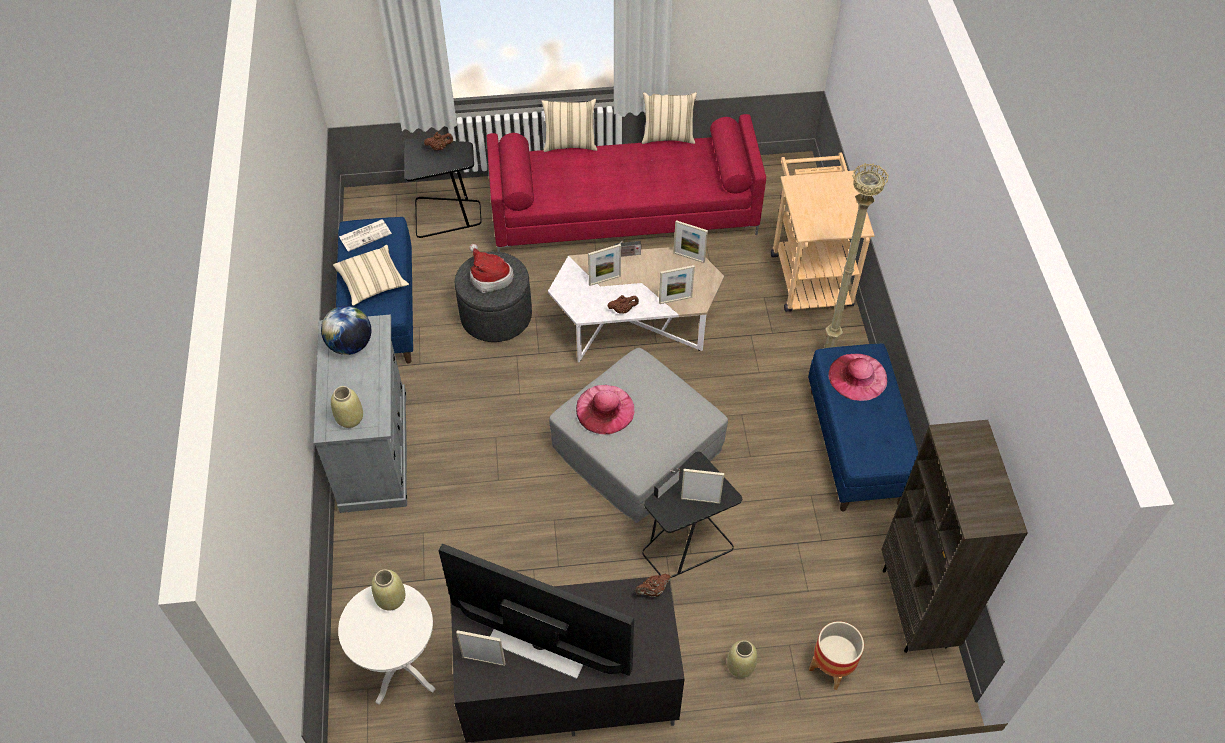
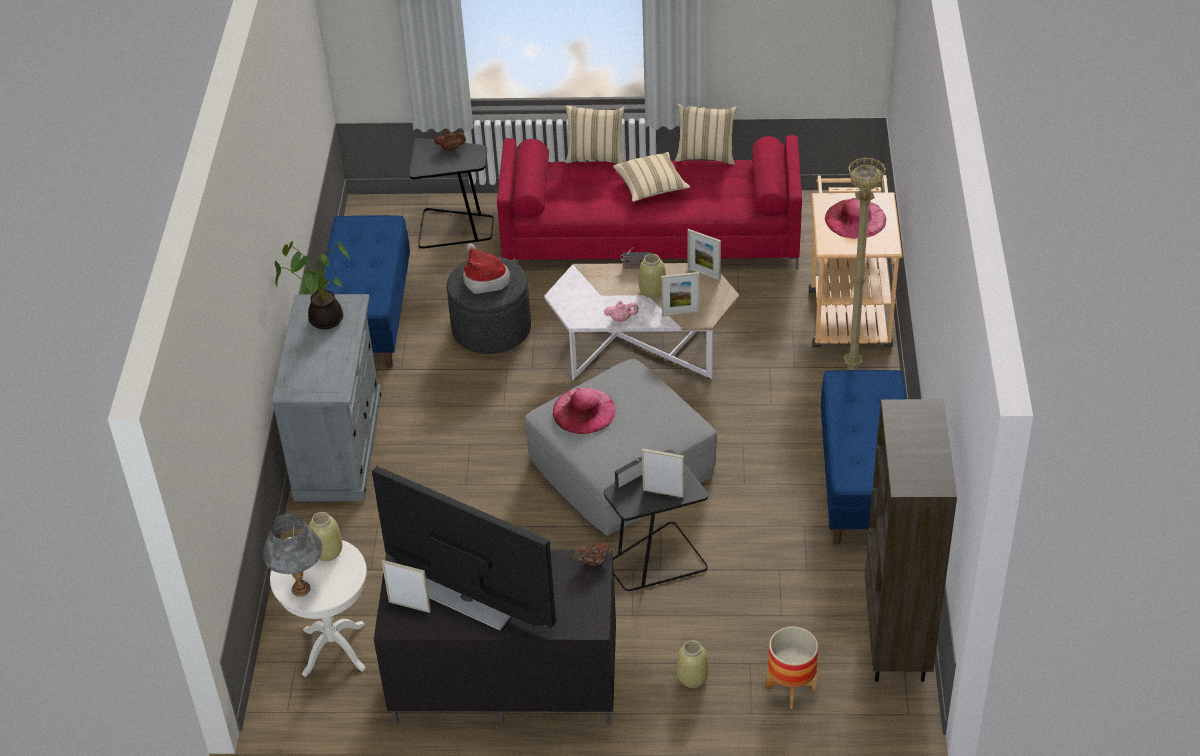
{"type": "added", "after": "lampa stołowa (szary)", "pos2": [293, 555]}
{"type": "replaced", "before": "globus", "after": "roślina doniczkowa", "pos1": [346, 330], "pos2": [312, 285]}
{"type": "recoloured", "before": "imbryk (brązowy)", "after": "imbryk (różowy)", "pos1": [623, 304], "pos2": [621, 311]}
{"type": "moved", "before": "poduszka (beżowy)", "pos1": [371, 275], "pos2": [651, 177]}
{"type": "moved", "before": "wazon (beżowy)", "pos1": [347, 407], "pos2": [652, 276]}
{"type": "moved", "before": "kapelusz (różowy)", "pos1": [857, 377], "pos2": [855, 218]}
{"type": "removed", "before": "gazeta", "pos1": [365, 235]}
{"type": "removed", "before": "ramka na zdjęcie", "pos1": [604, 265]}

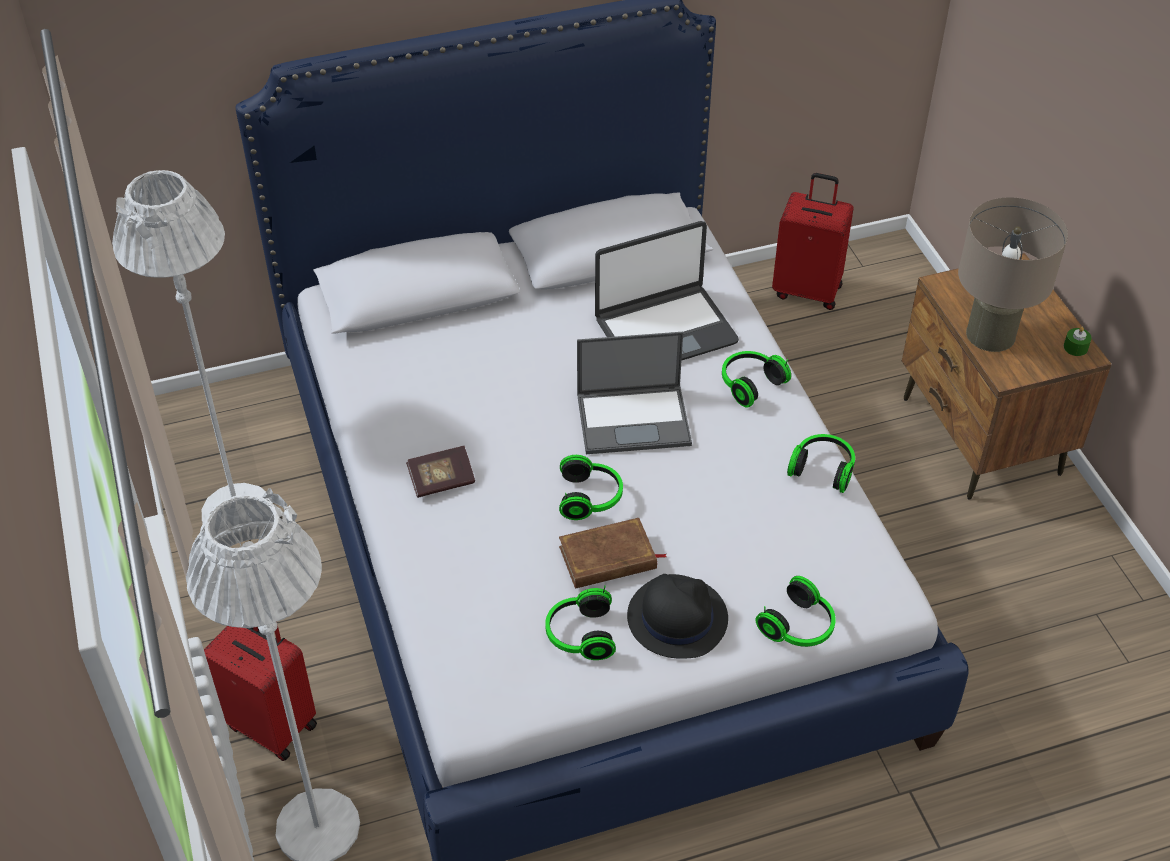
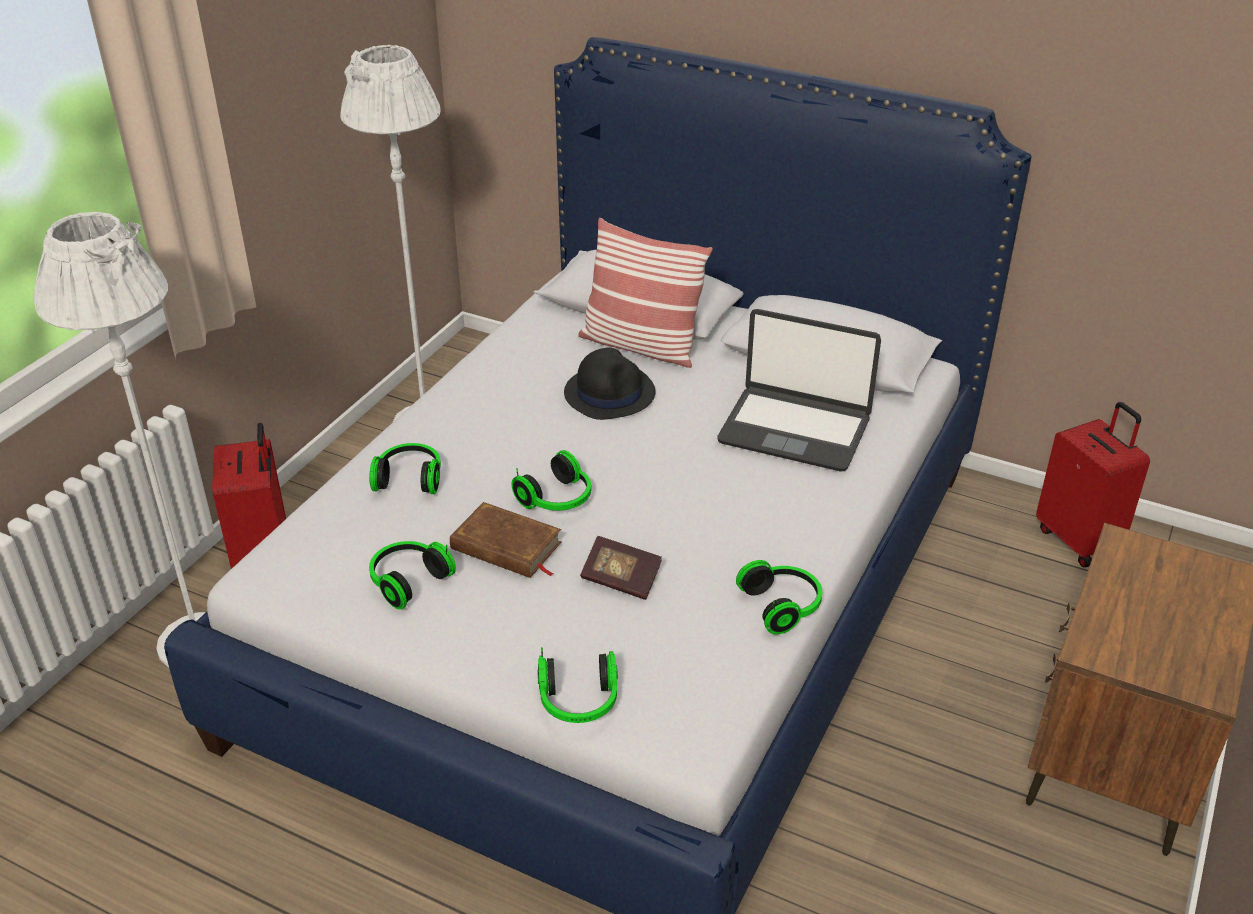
{"type": "moved", "before": "słuchawki", "pos1": [756, 379], "pos2": [405, 468]}
{"type": "moved", "before": "kapelusz (czarny)", "pos1": [677, 616], "pos2": [609, 384]}
{"type": "added", "after": "poduszka", "pos2": [645, 293]}
{"type": "moved", "before": "książka", "pos1": [440, 472], "pos2": [621, 568]}
{"type": "removed", "before": "laptop", "pos1": [634, 393]}
{"type": "removed", "before": "lampa stołowa (beżowy)", "pos1": [1013, 274]}
{"type": "removed", "before": "świeca (zielony)", "pos1": [1078, 341]}

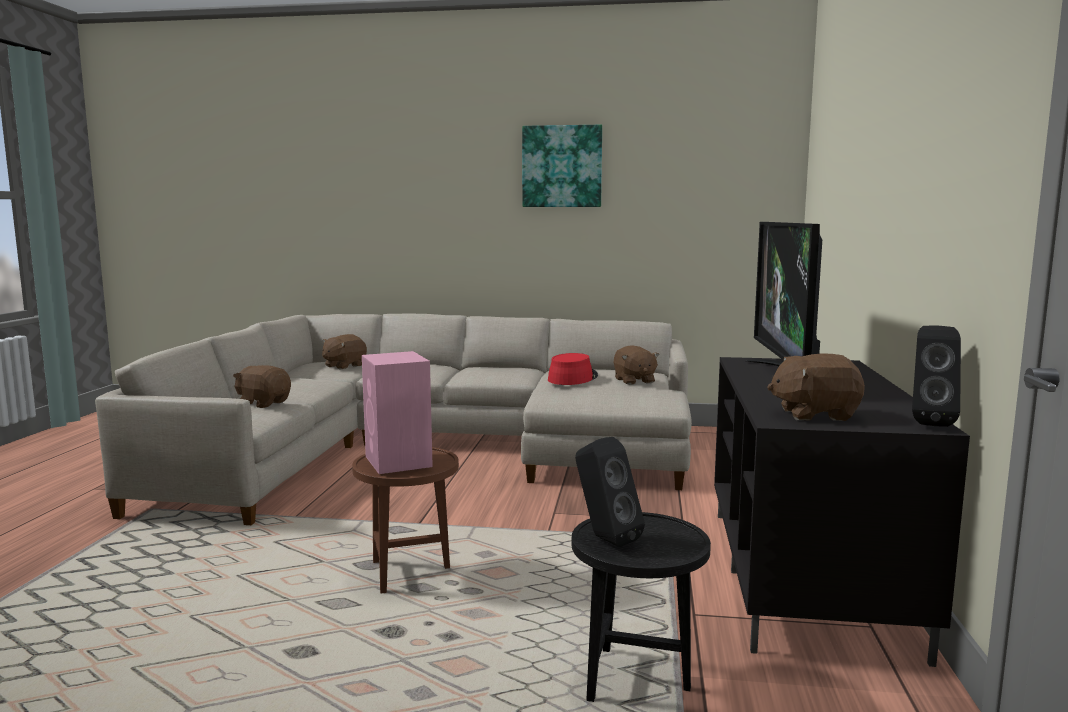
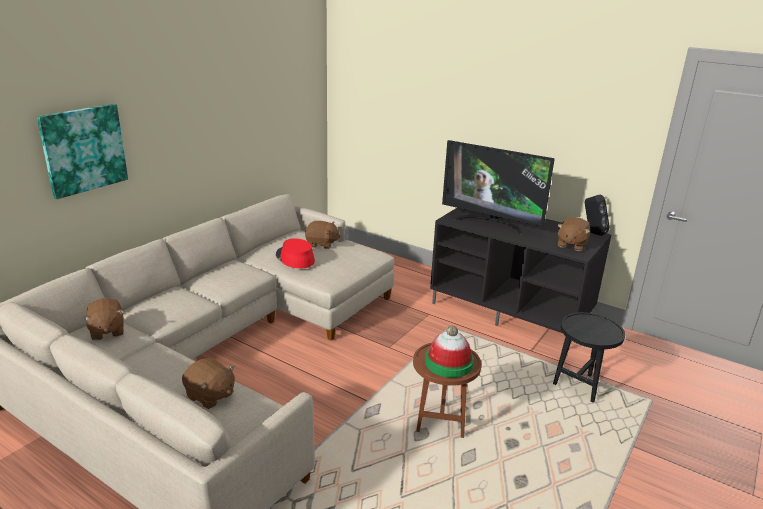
{"type": "moved", "before": "obraz", "pos1": [562, 166], "pos2": [82, 151]}
{"type": "turned", "before": "pluszak (brązowy)", "pos1": [262, 386], "pos2": [208, 383], "turn": -105}
{"type": "replaced", "before": "głośnik (różowy)", "after": "kapelusz", "pos1": [397, 412], "pos2": [449, 352]}
{"type": "removed", "before": "głośnik (czarny)", "pos1": [610, 492]}

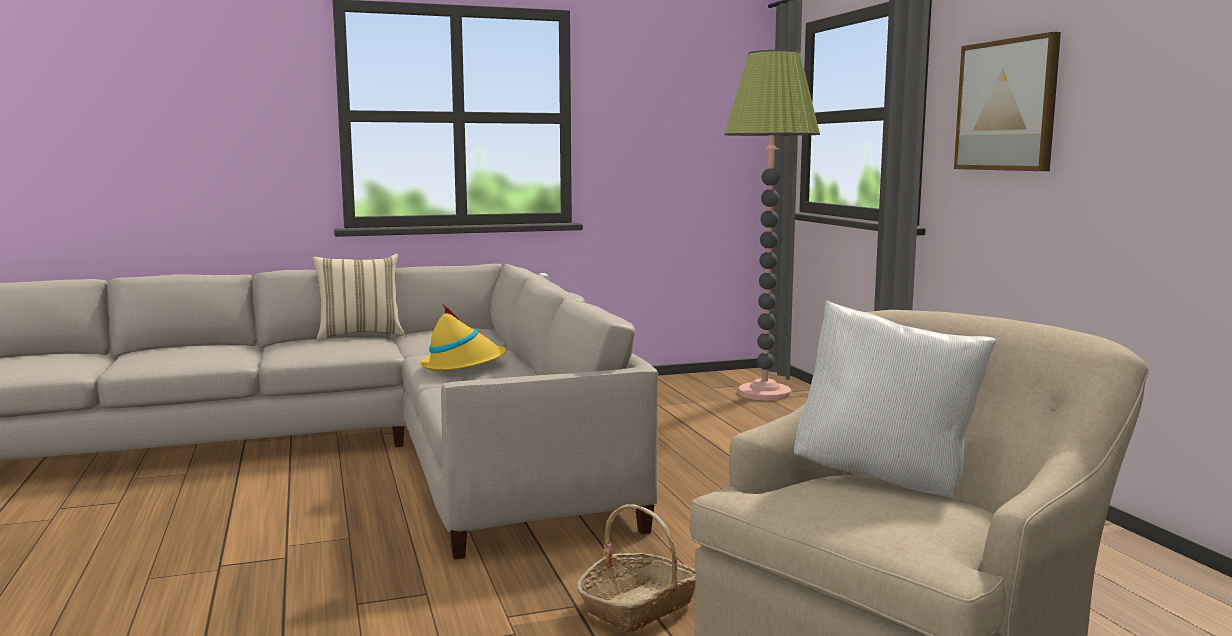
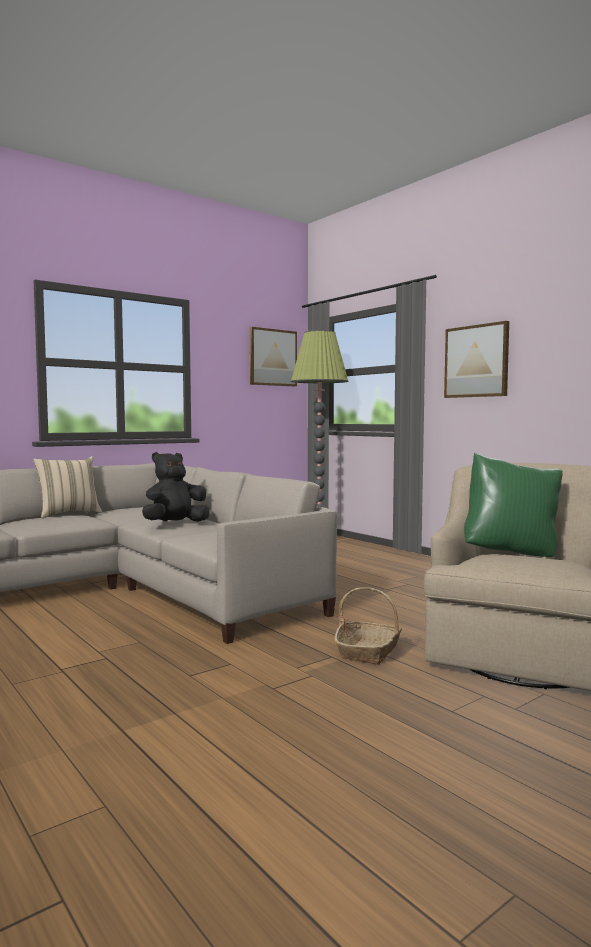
{"type": "replaced", "before": "kapelusz (żółty)", "after": "pluszak (czarny)", "pos1": [463, 337], "pos2": [175, 487]}
{"type": "added", "after": "obraz", "pos2": [273, 356]}
{"type": "recoloured", "before": "poduszka (biały)", "after": "poduszka (zielony)", "pos1": [895, 398], "pos2": [513, 505]}

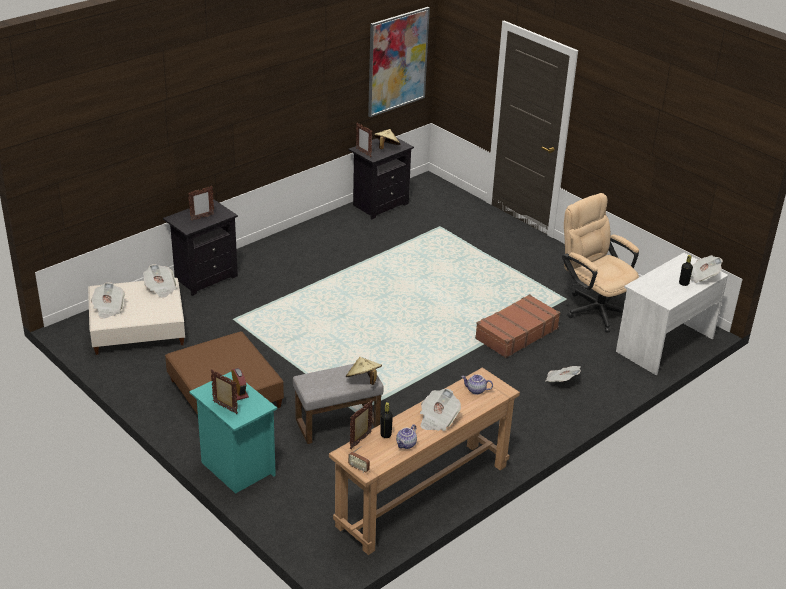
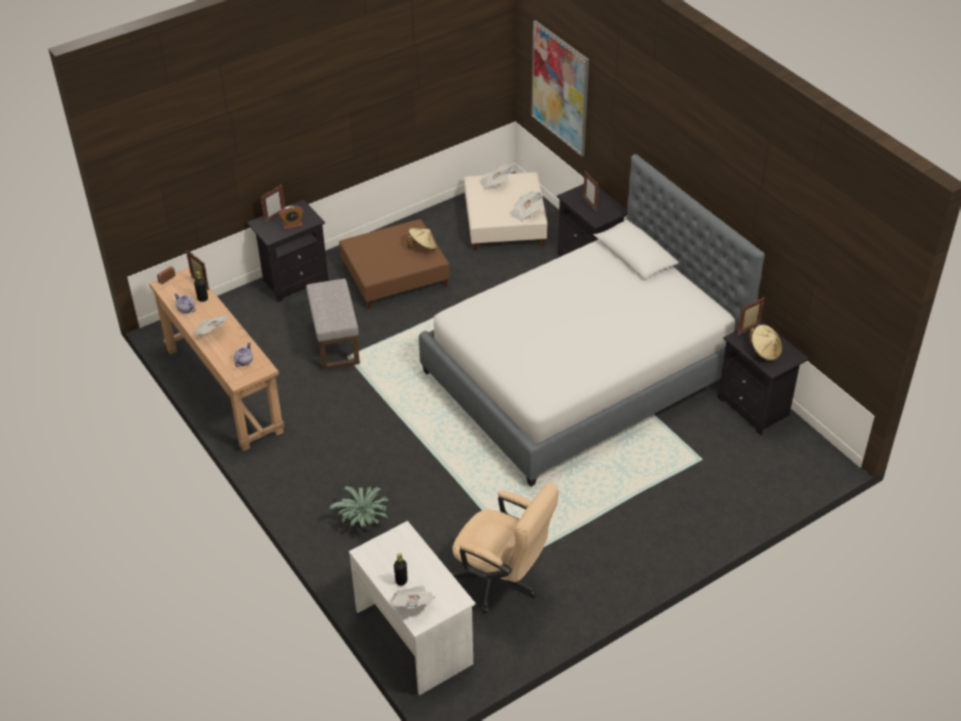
{"type": "recoloured", "before": "szafka nocna (turkusowy)", "after": "szafka nocna (czarny)", "pos1": [233, 433], "pos2": [288, 251]}
{"type": "replaced", "before": "gazeta", "after": "roślina doniczkowa", "pos1": [563, 374], "pos2": [359, 507]}
{"type": "moved", "before": "kapelusz (beżowy)", "pos1": [364, 371], "pos2": [422, 239]}
{"type": "added", "after": "łóżko", "pos2": [592, 320]}
{"type": "turned", "before": "krzesło biurowe (beżowy)", "pos1": [600, 262], "pos2": [505, 548], "turn": 60}
{"type": "moved", "before": "obraz", "pos1": [399, 62], "pos2": [560, 88]}
{"type": "removed", "before": "walizka (brązowy)", "pos1": [517, 326]}

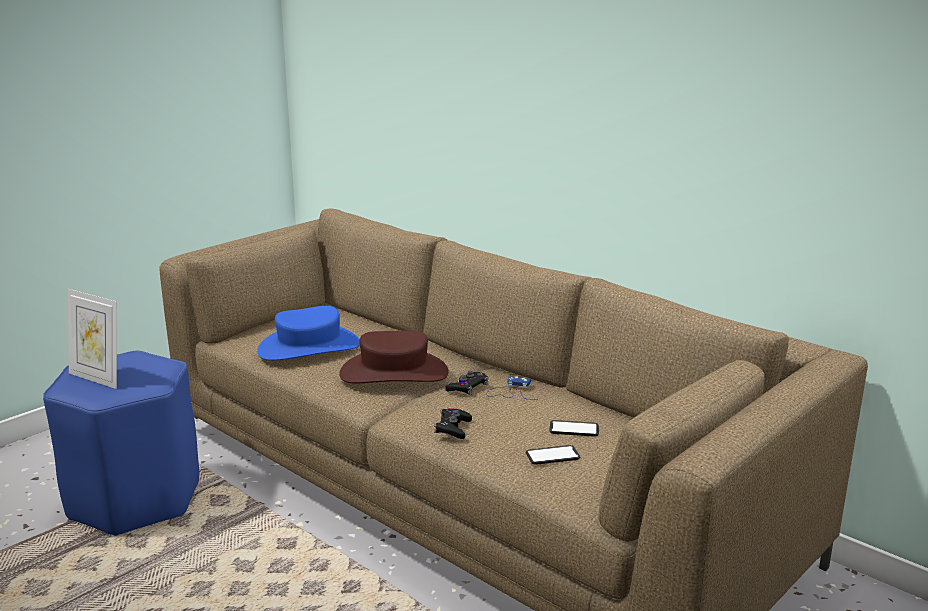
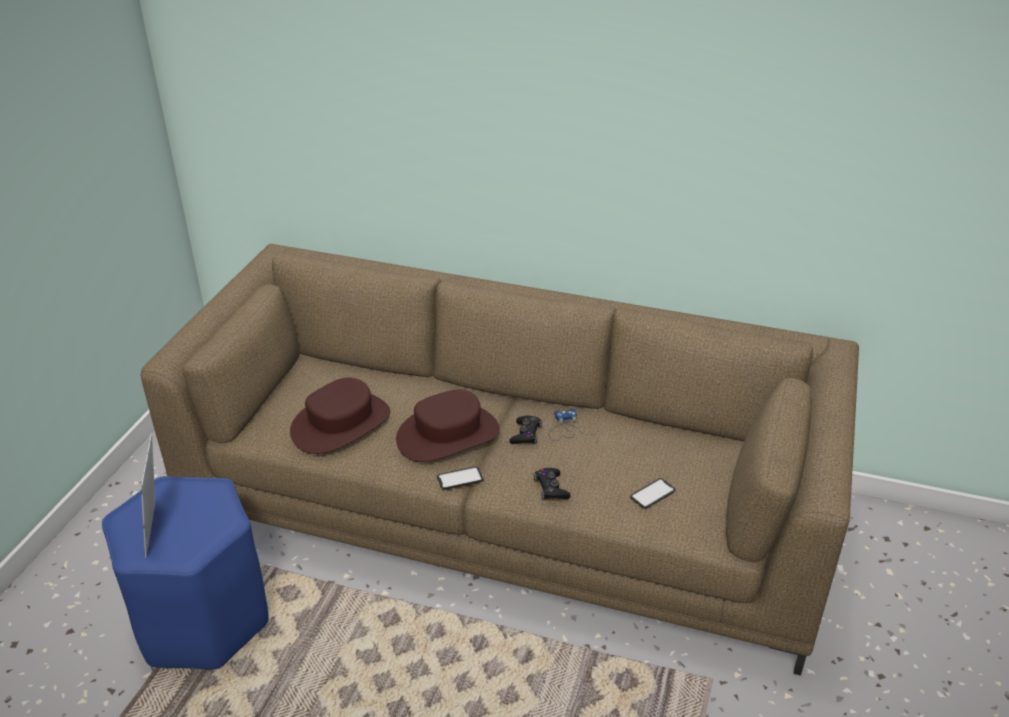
{"type": "turned", "before": "ramka na zdjęcie", "pos1": [92, 339], "pos2": [148, 496], "turn": 75}
{"type": "recoloured", "before": "kapelusz (niebieski)", "after": "kapelusz (brązowy)", "pos1": [308, 333], "pos2": [340, 415]}
{"type": "moved", "before": "telefon", "pos1": [574, 428], "pos2": [460, 478]}

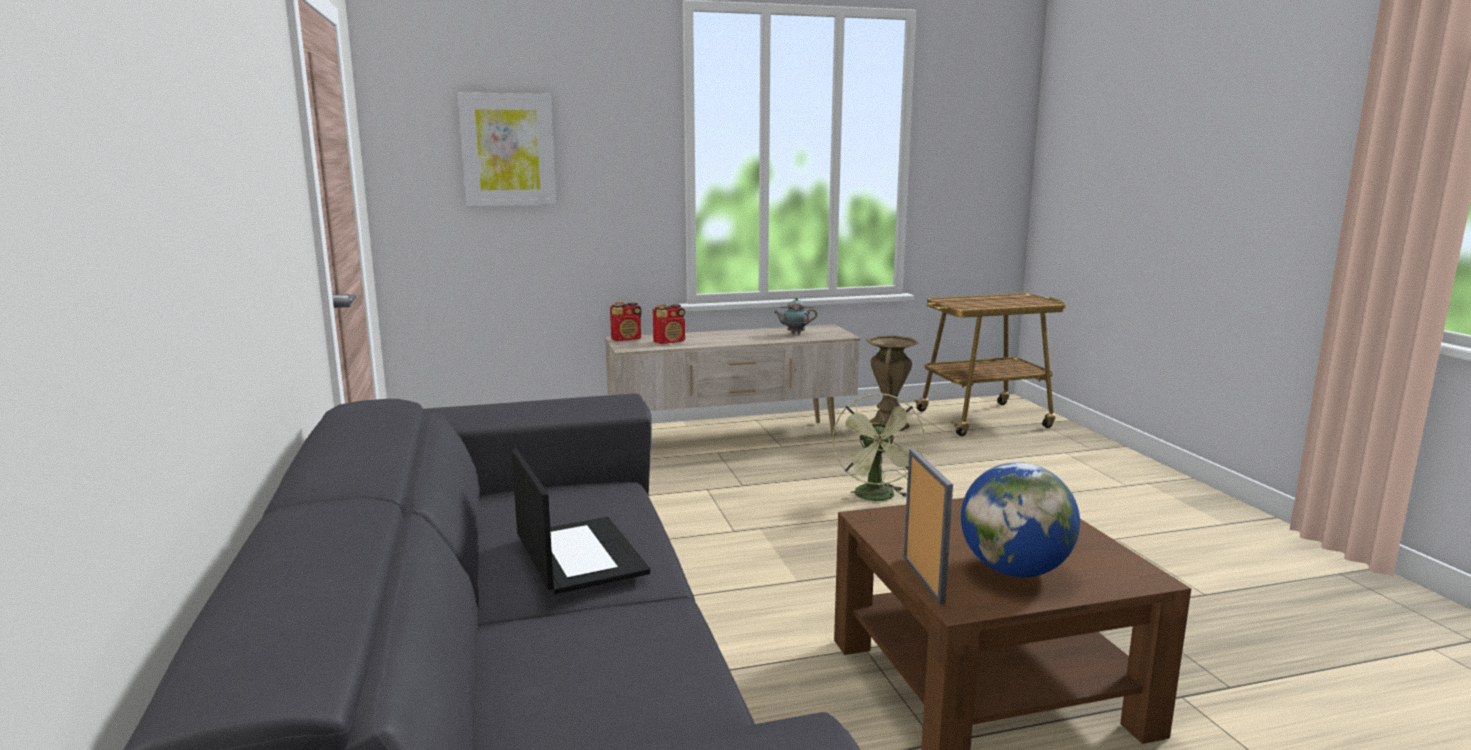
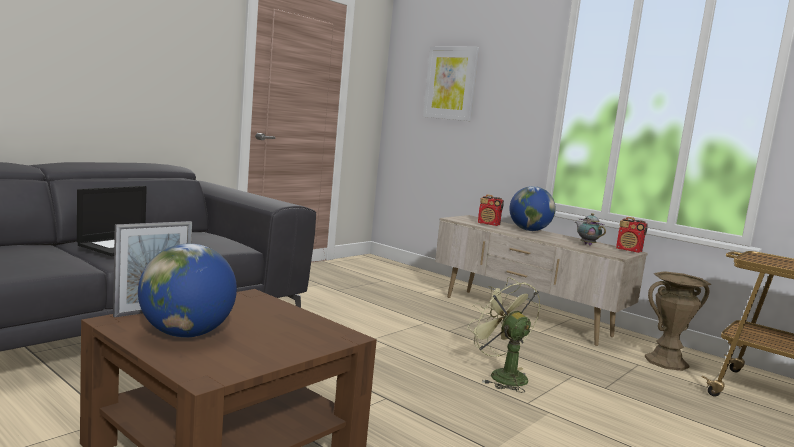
{"type": "turned", "before": "wentylator (zielony)", "pos1": [878, 447], "pos2": [503, 335], "turn": 90}
{"type": "added", "after": "globus", "pos2": [532, 208]}
{"type": "moved", "before": "radio", "pos1": [625, 321], "pos2": [632, 235]}

